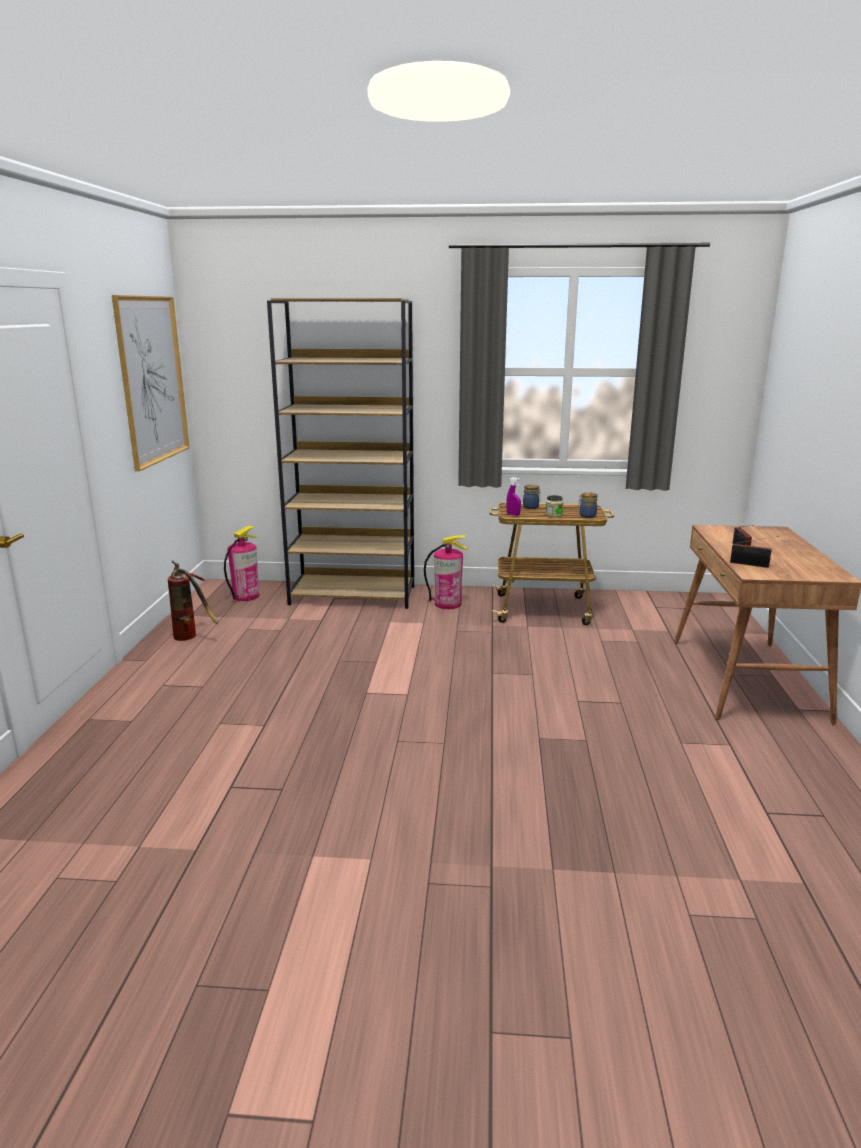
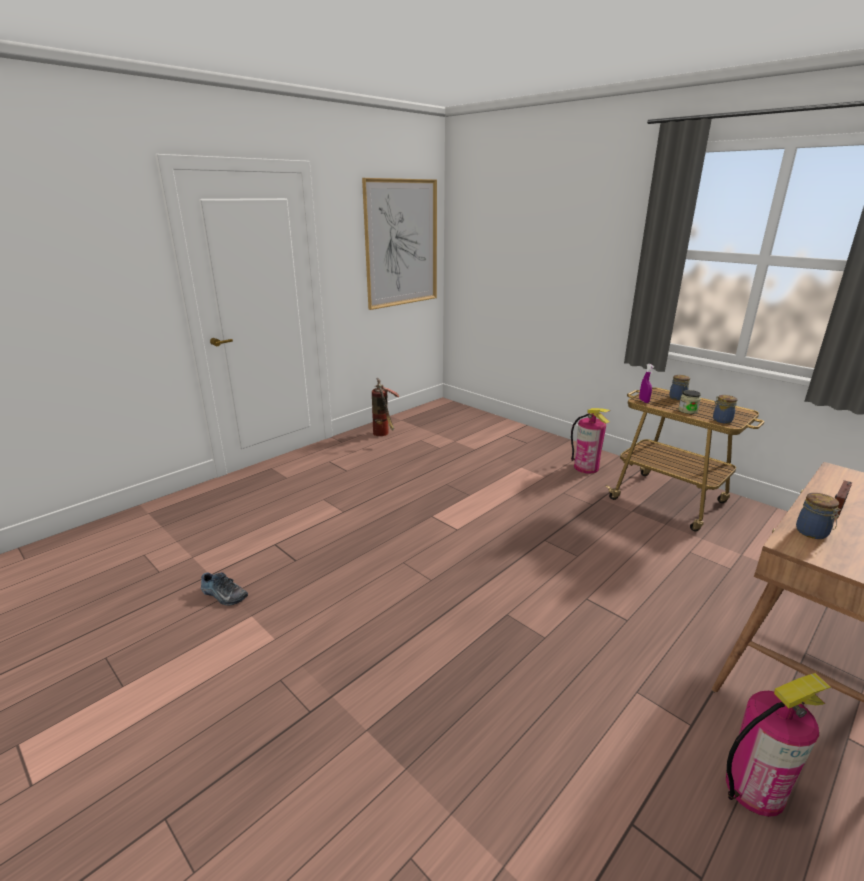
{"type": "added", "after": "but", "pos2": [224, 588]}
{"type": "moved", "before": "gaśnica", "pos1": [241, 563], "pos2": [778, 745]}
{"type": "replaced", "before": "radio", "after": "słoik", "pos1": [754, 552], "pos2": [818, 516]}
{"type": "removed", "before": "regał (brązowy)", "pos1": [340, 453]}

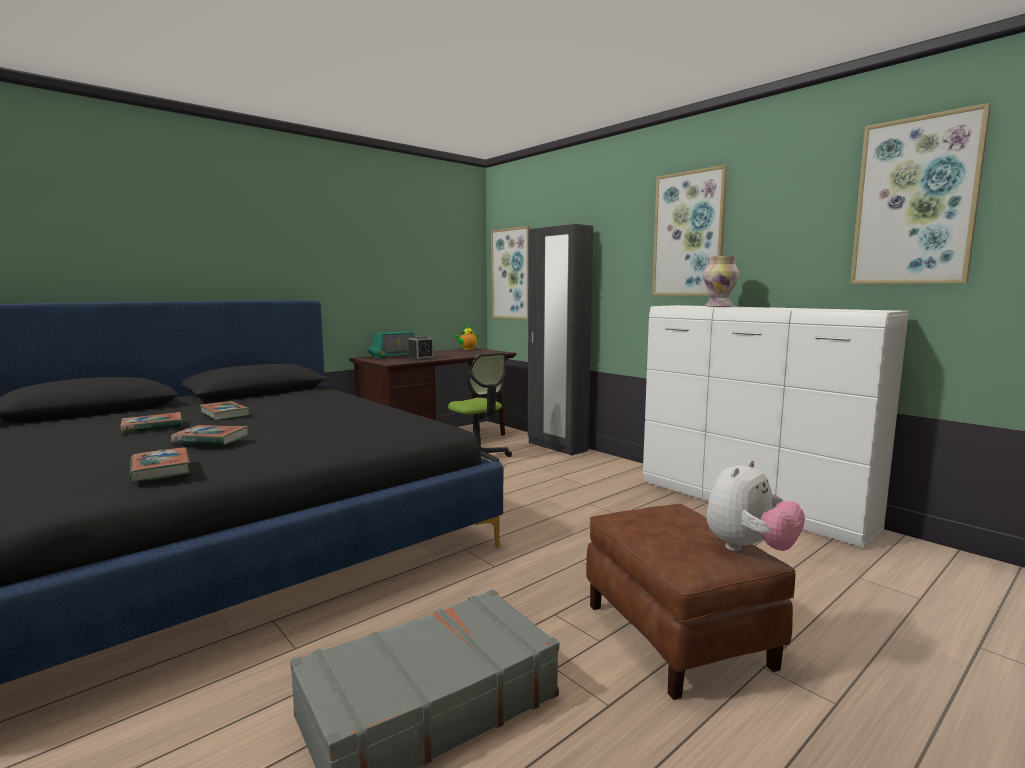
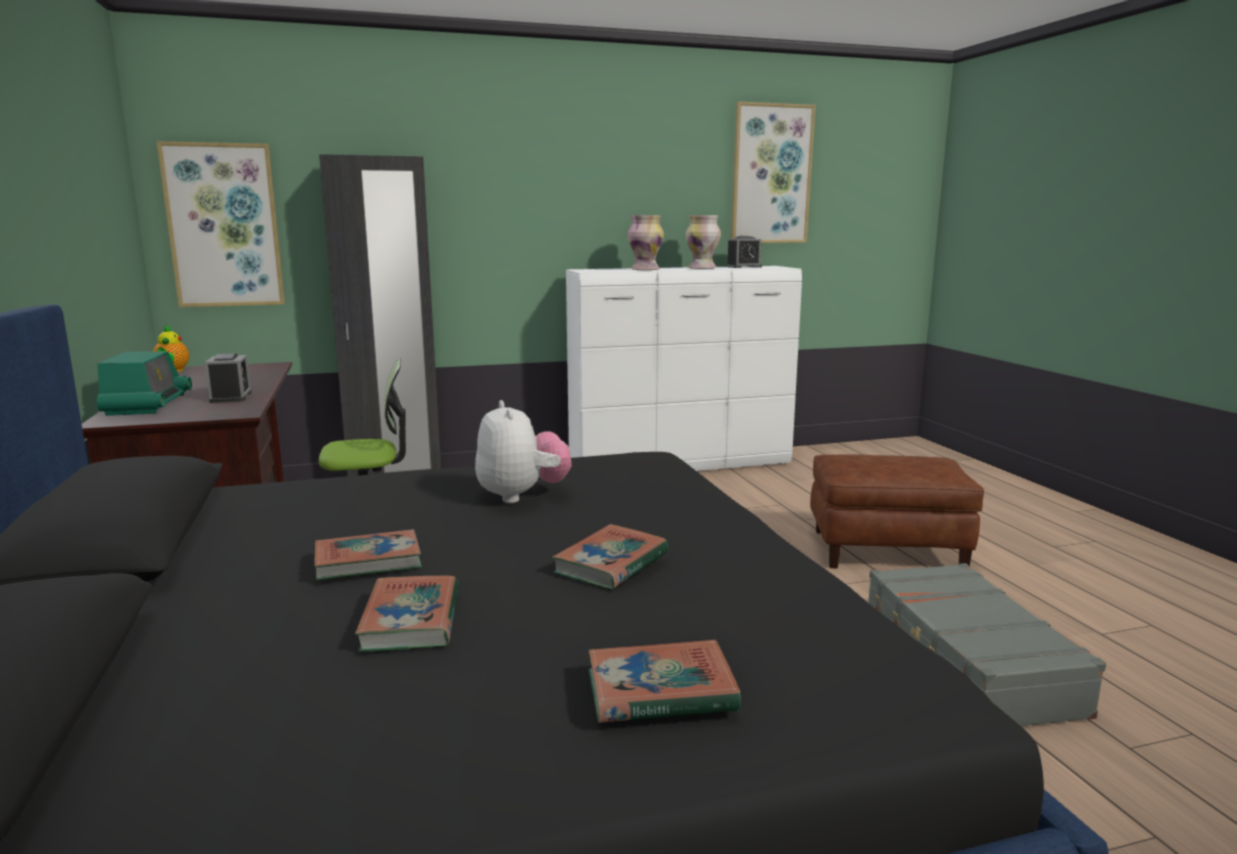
{"type": "moved", "before": "pluszak", "pos1": [755, 505], "pos2": [523, 451]}
{"type": "moved", "before": "książka", "pos1": [159, 465], "pos2": [665, 681]}
{"type": "added", "after": "wazon", "pos2": [703, 242]}
{"type": "added", "after": "budzik", "pos2": [744, 252]}
{"type": "removed", "before": "obraz", "pos1": [690, 230]}

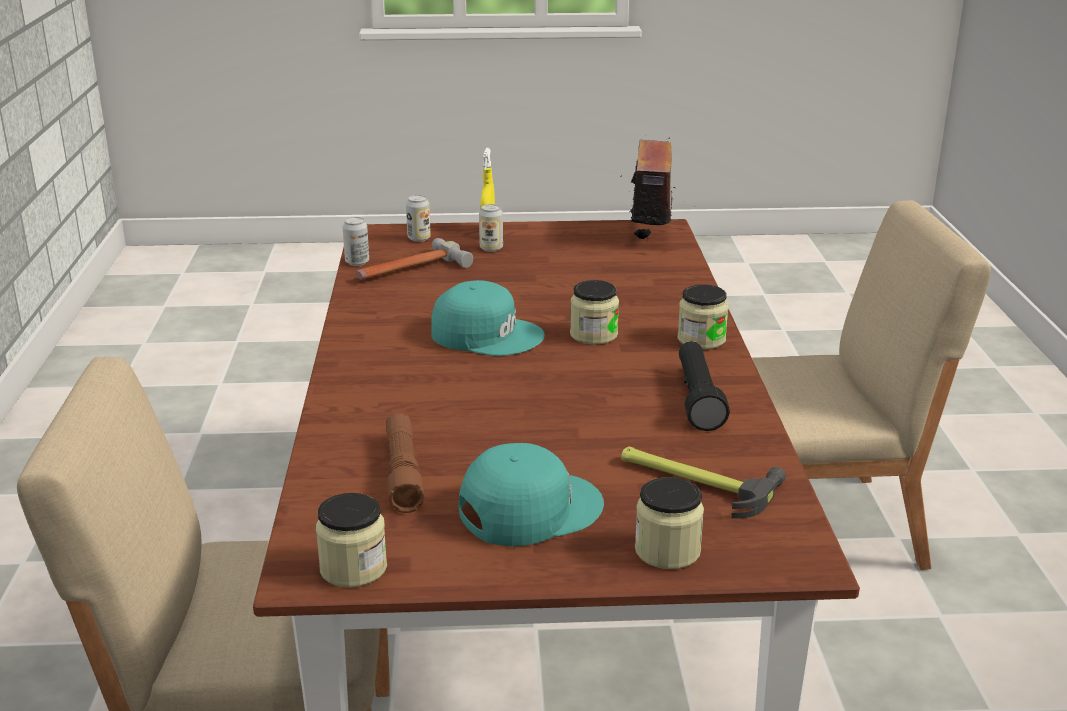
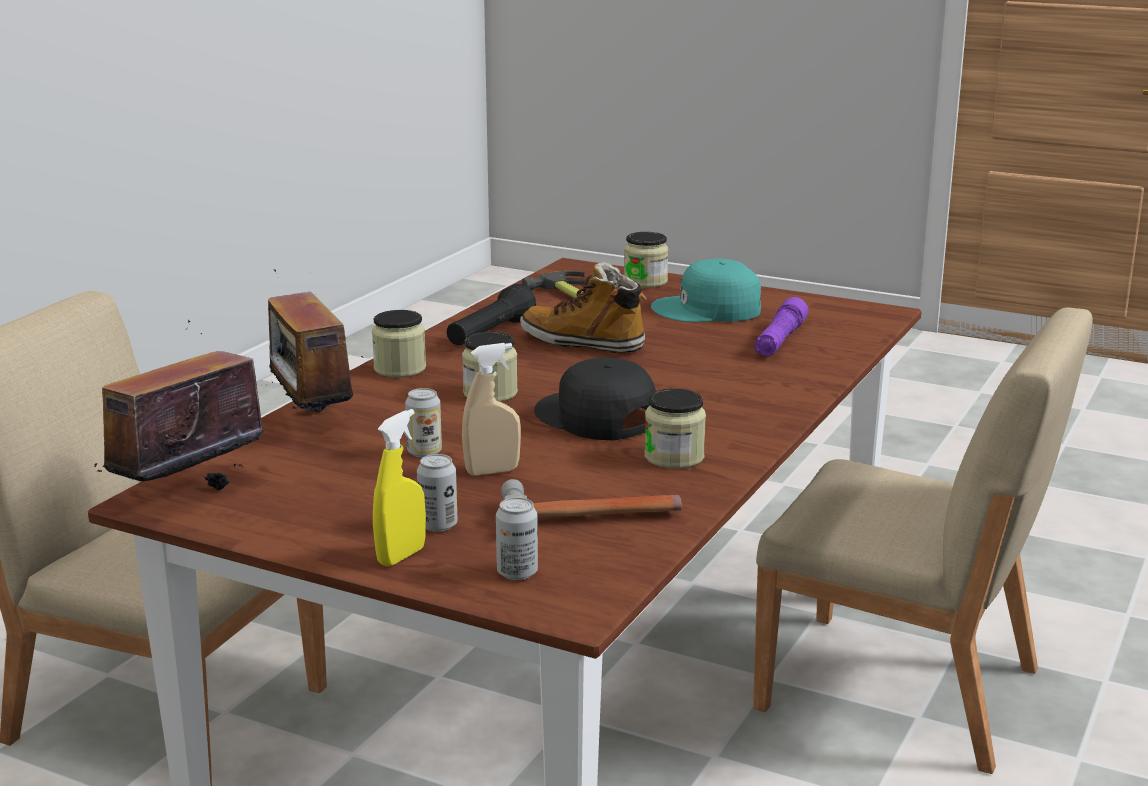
{"type": "added", "after": "radio", "pos2": [314, 341]}
{"type": "moved", "before": "puszka", "pos1": [356, 241], "pos2": [423, 423]}
{"type": "added", "after": "spryskiwacz (beżowy)", "pos2": [491, 409]}
{"type": "added", "after": "but z cholewką", "pos2": [583, 307]}
{"type": "recoloured", "before": "czapka z daszkiem (turkusowy)", "after": "czapka z daszkiem (czarny)", "pos1": [488, 318], "pos2": [595, 399]}
{"type": "moved", "before": "słoik", "pos1": [351, 540], "pos2": [675, 428]}
{"type": "recoloured", "before": "latarka (brązowy)", "after": "latarka (fioletowy)", "pos1": [405, 463], "pos2": [781, 326]}

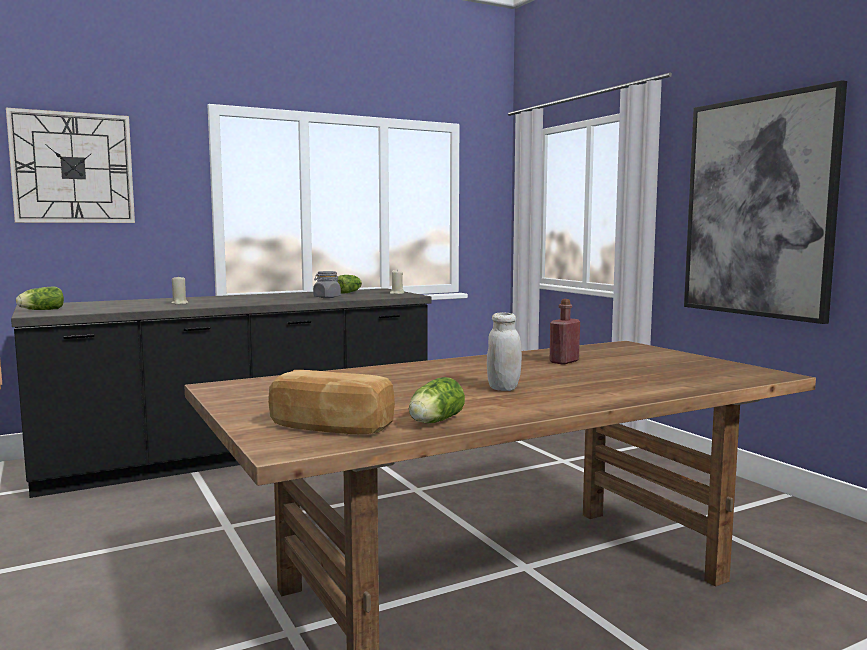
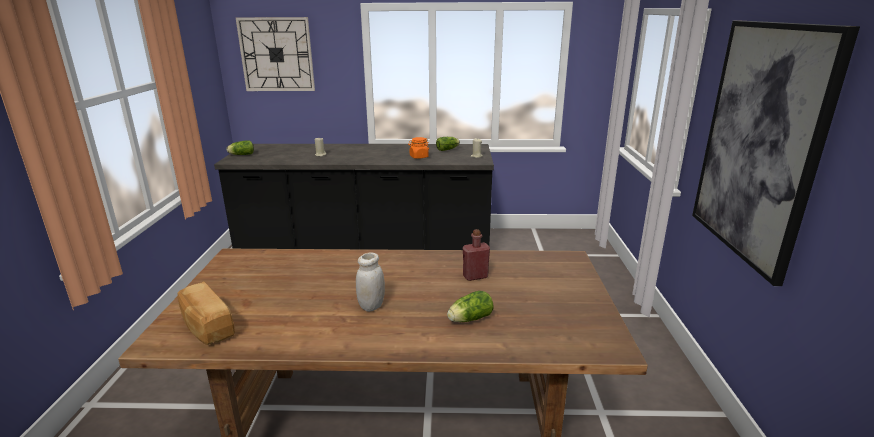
{"type": "recoloured", "before": "słoik (szary)", "after": "słoik (pomarańczowy)", "pos1": [327, 284], "pos2": [418, 148]}
{"type": "moved", "before": "sałata", "pos1": [437, 400], "pos2": [470, 306]}

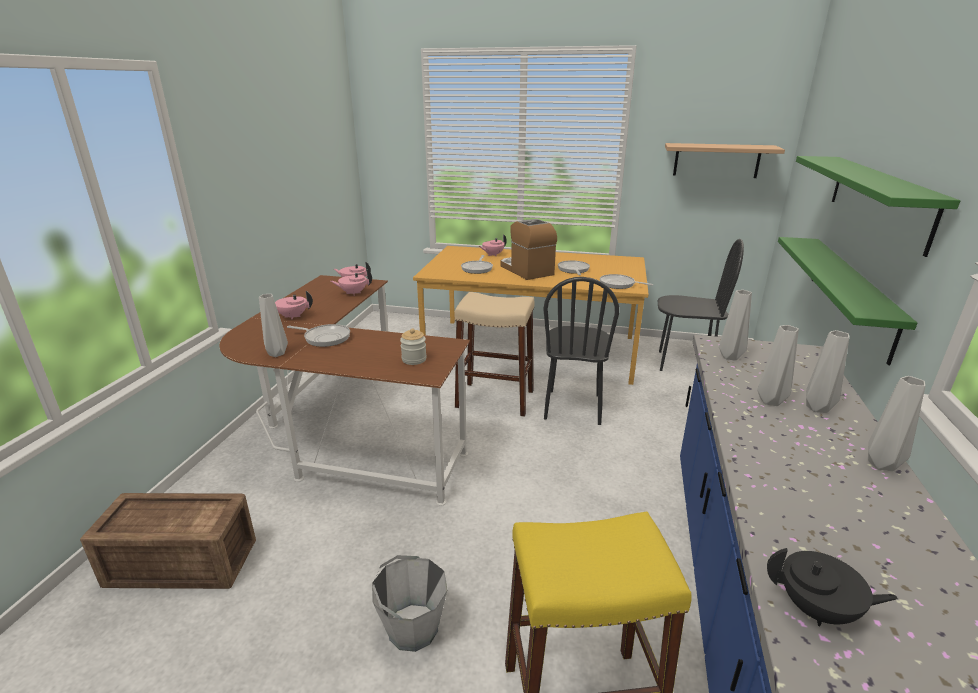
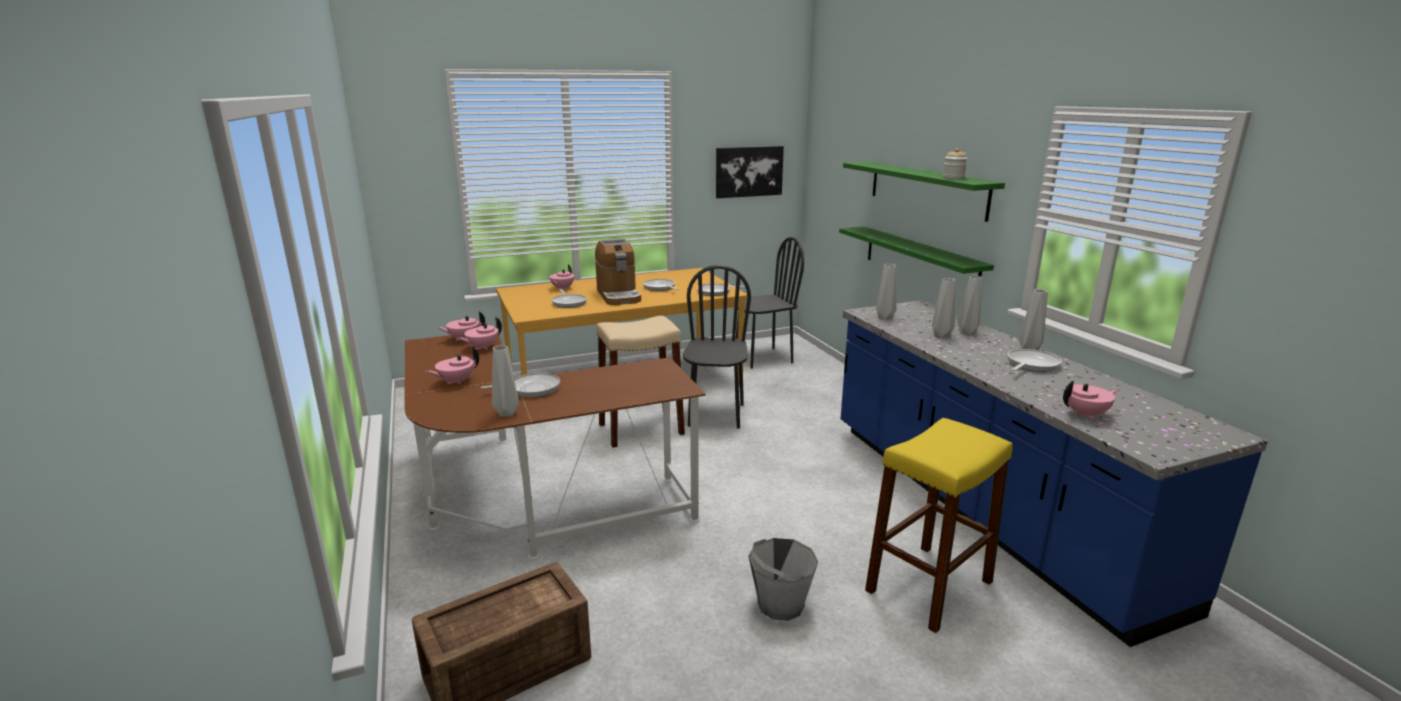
{"type": "turned", "before": "ekspres do kawy", "pos1": [528, 249], "pos2": [618, 272], "turn": -135}
{"type": "turned", "before": "krzesło (czarny)", "pos1": [581, 351], "pos2": [717, 347], "turn": -150}
{"type": "replaced", "before": "półka", "after": "obraz", "pos1": [725, 160], "pos2": [750, 172]}
{"type": "moved", "before": "słoik", "pos1": [413, 347], "pos2": [955, 163]}
{"type": "added", "after": "patelnia", "pos2": [1034, 360]}
{"type": "recoloured", "before": "imbryk (czarny)", "after": "imbryk (różowy)", "pos1": [832, 587], "pos2": [1090, 400]}

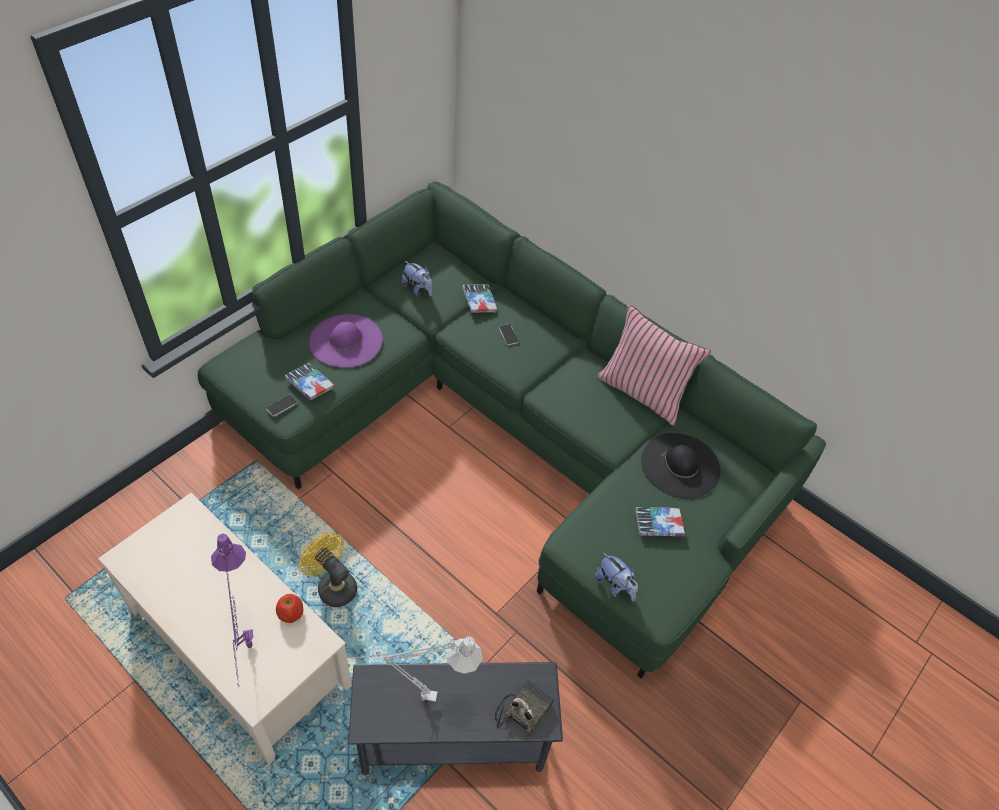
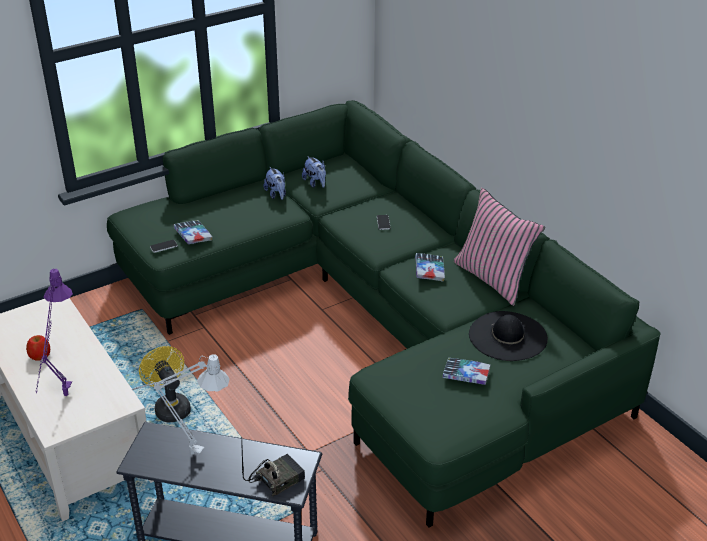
{"type": "moved", "before": "jabłko", "pos1": [289, 608], "pos2": [38, 348]}
{"type": "moved", "before": "pluszak", "pos1": [616, 577], "pos2": [275, 183]}
{"type": "moved", "before": "książka", "pos1": [479, 298], "pos2": [430, 267]}
{"type": "removed", "before": "kapelusz (fioletowy)", "pos1": [346, 341]}

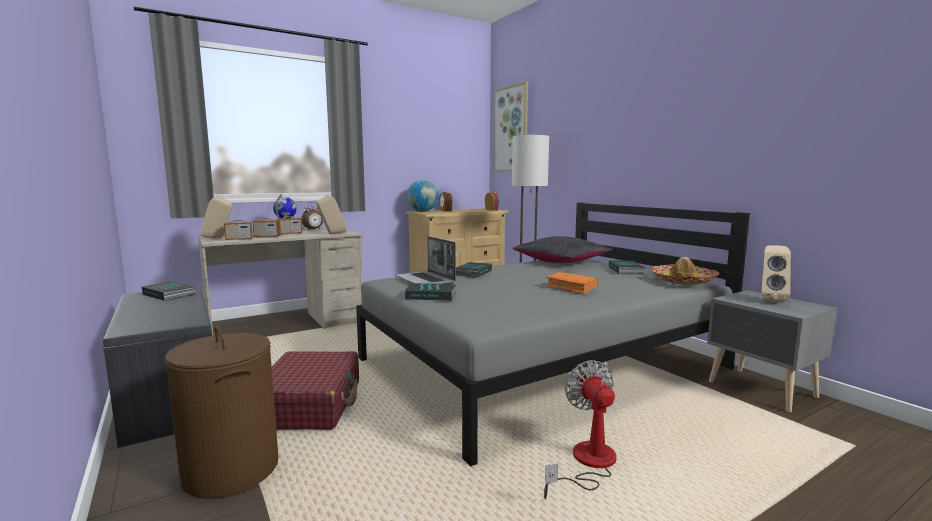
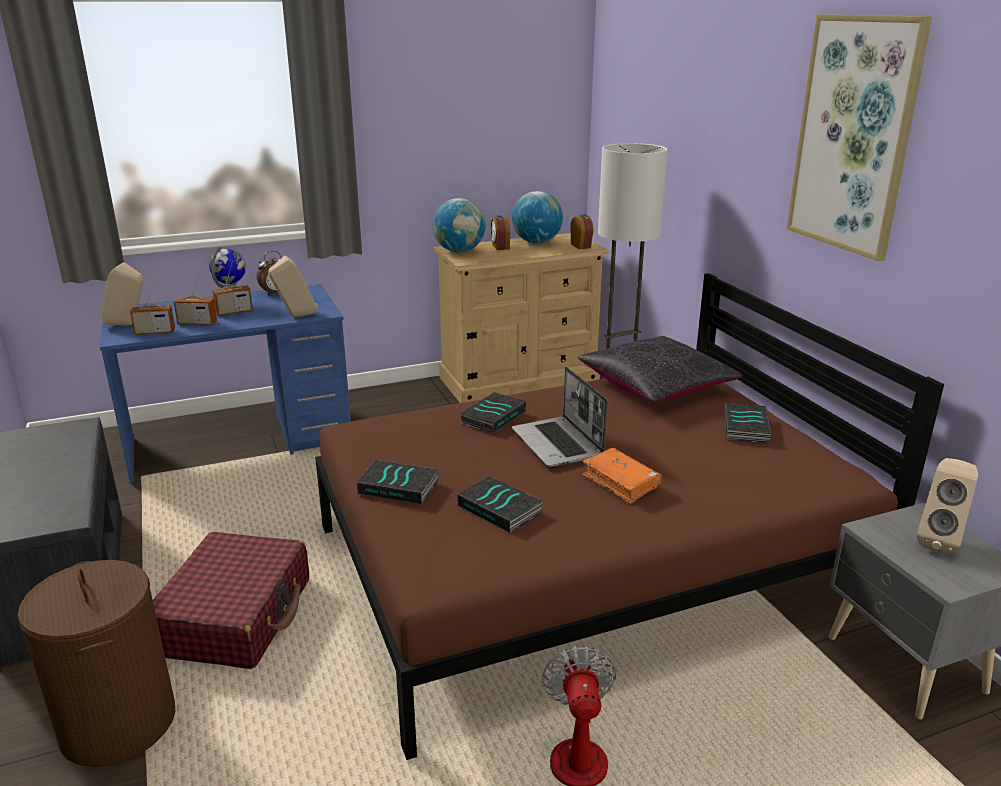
{"type": "recoloured", "before": "biurko (beżowy)", "after": "biurko (niebieski)", "pos1": [280, 281], "pos2": [225, 383]}
{"type": "recoloured", "before": "łóżko (szary)", "after": "łóżko (brązowy)", "pos1": [553, 335], "pos2": [629, 516]}
{"type": "moved", "before": "książka", "pos1": [169, 291], "pos2": [500, 504]}
{"type": "added", "after": "globus", "pos2": [537, 217]}
{"type": "moved", "before": "laptop", "pos1": [425, 260], "pos2": [559, 417]}
{"type": "moved", "before": "obraz", "pos1": [511, 126], "pos2": [859, 137]}
{"type": "removed", "before": "kapelusz", "pos1": [684, 271]}

